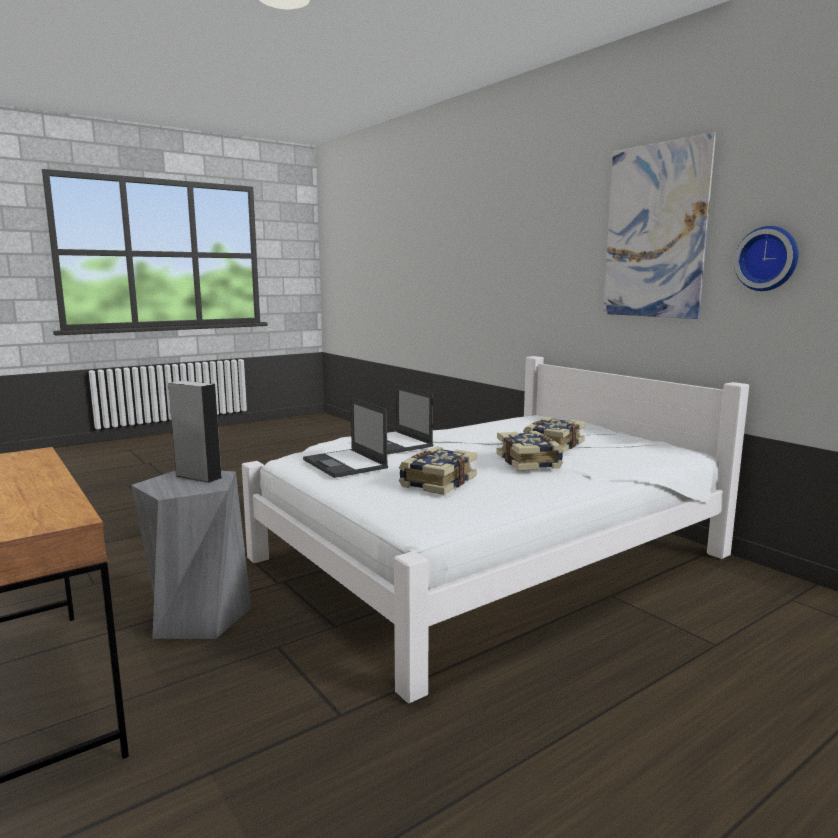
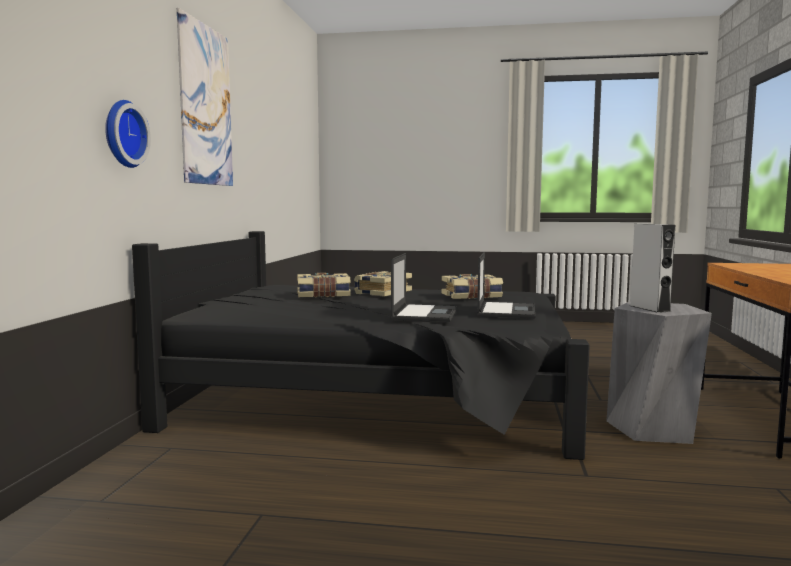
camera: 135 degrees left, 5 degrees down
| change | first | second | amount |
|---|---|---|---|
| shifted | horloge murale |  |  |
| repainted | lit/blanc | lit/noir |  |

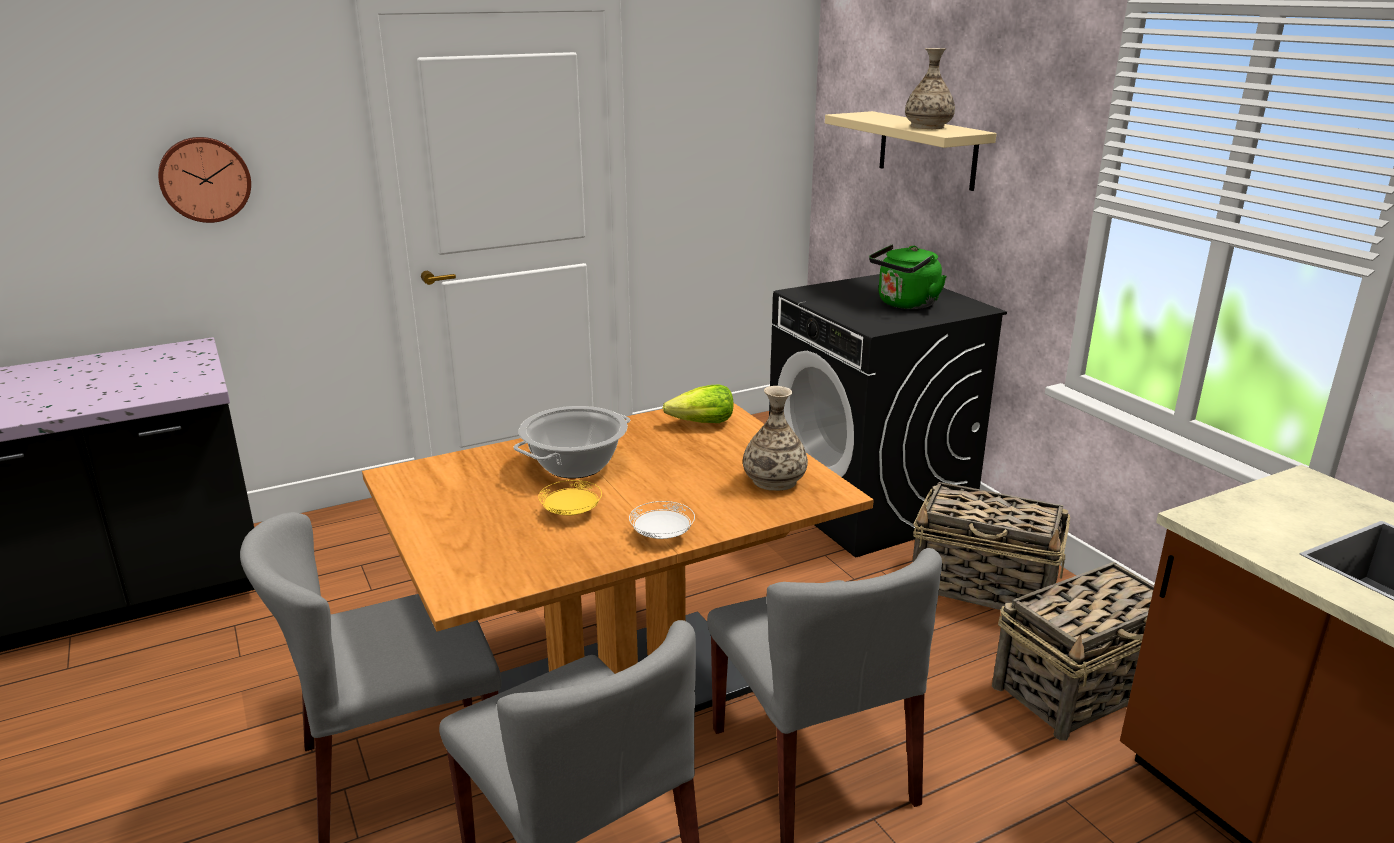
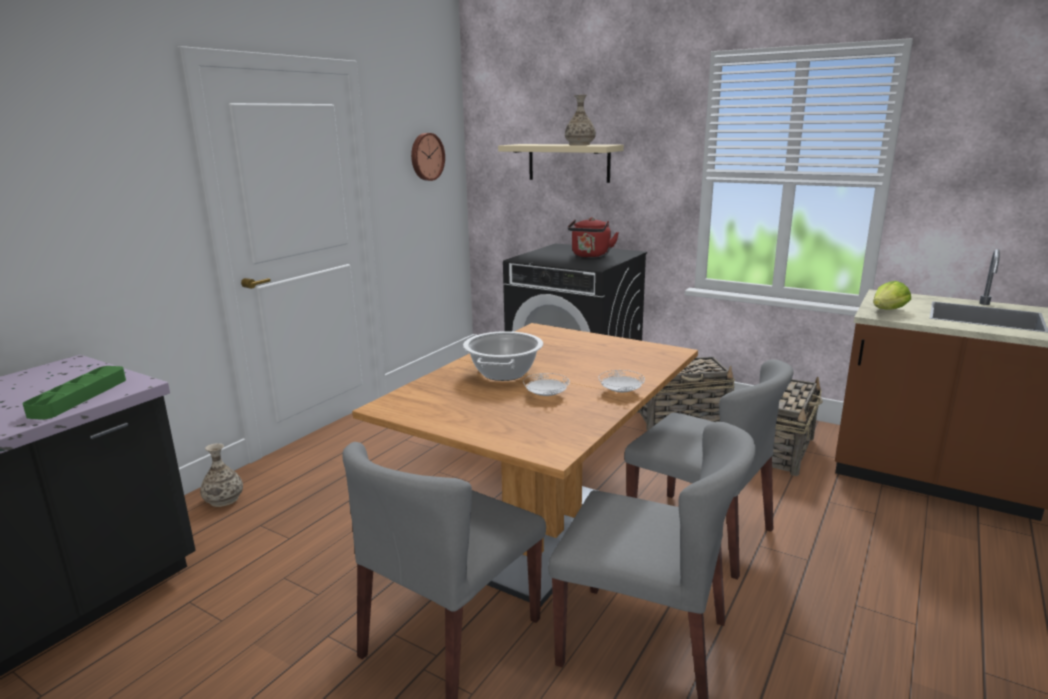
camera: 30 degrees left, 5 degrees down
| change | first | second | amount |
|---|---|---|---|
| new |  | plateau/vert |  |
| shifted | vase (no. 1 from left) |  |  |
| shifted | horloge murale |  |  |
| repainted | assiette/jaune | assiette/blanc (no. 1 from left) |  |
| repainted | bouilloire/vert | bouilloire/rouge |  |
| shifted | laitue |  |  |

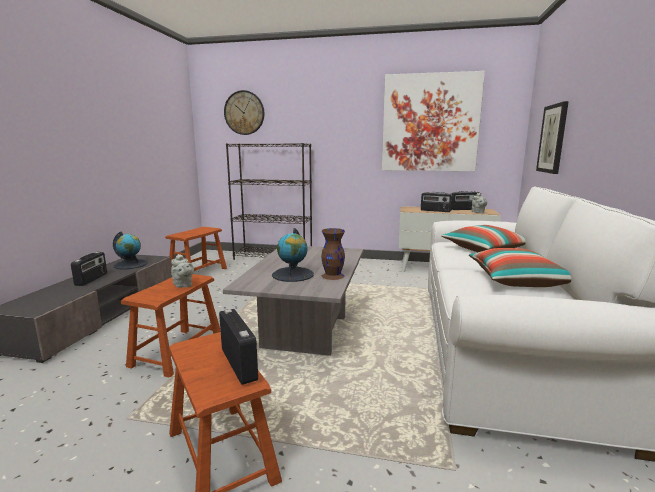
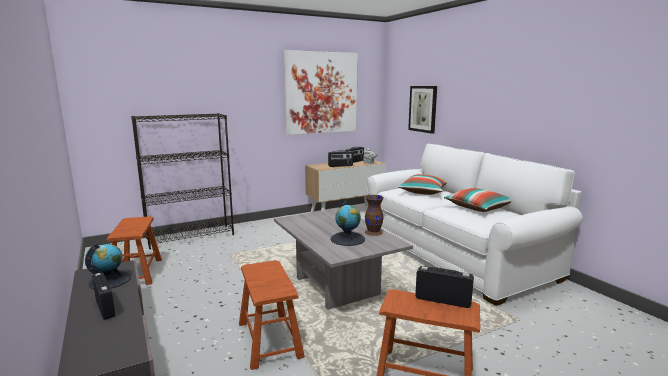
camera: 40 degrees left, 0 degrees up
| change | first | second | amount |
|---|---|---|---|
| gone | théière/gris (no. 1 from left) |  |  |
| gone | horloge murale |  |  |

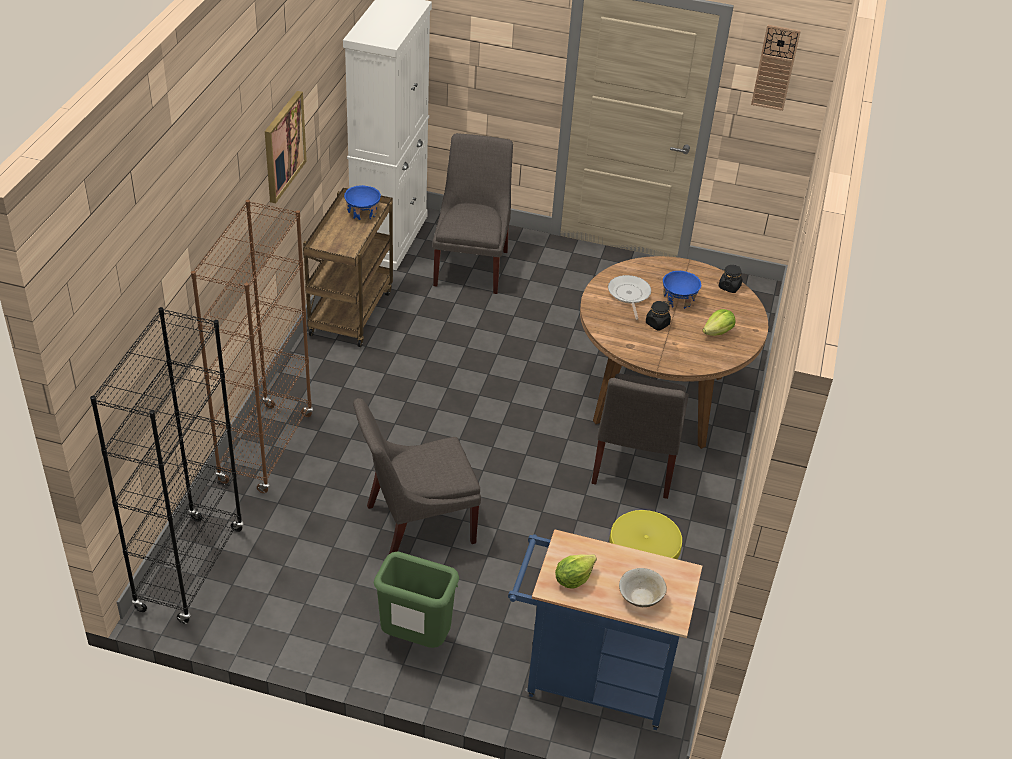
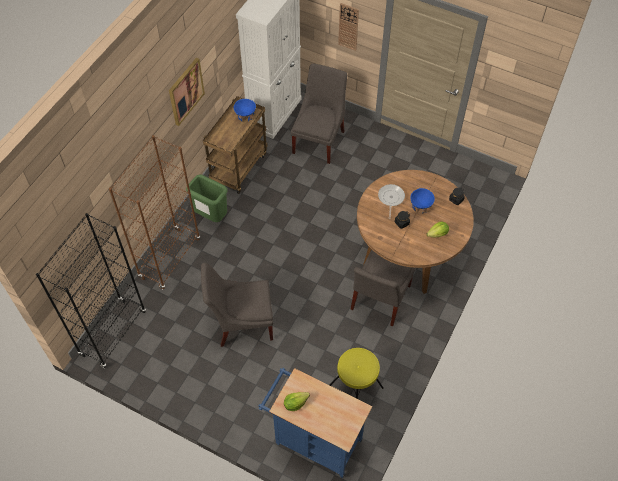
camera: 15 degrees right, 15 degrees up
| change | first | second | amount |
|---|---|---|---|
| shifted | poubelle/vert |  |  |
| shifted | horloge murale |  |  |
| gone | bol/beige |  |  |

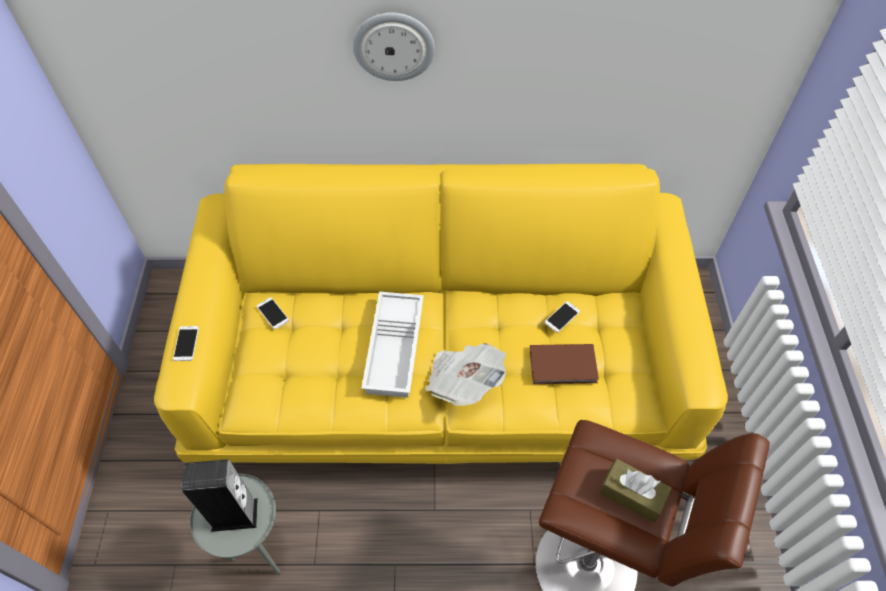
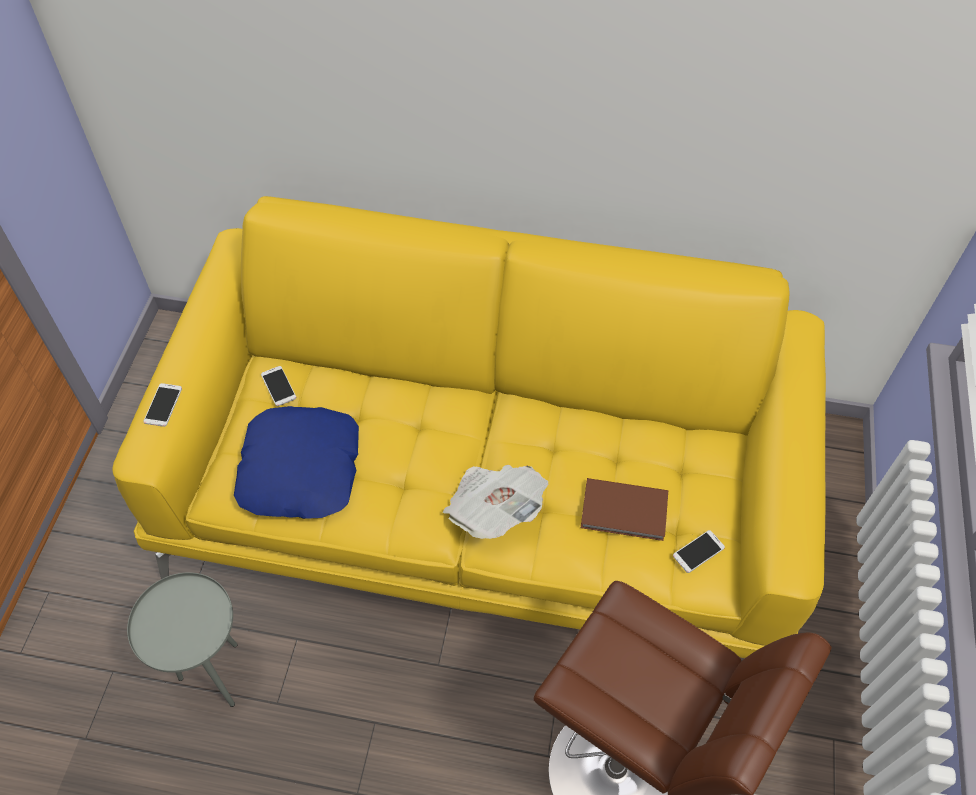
camera: 10 degrees right, 0 degrees up
| change | first | second | amount |
|---|---|---|---|
| new |  | coussin/bleu |  |
| shifted | téléphone (no. 3 from left) |  |  |
| gone | enceinte |  |  |
| gone | horloge murale |  |  |
| gone | plateau/blanc |  |  |
| gone | boîte à mouchoirs/marron |  |  |

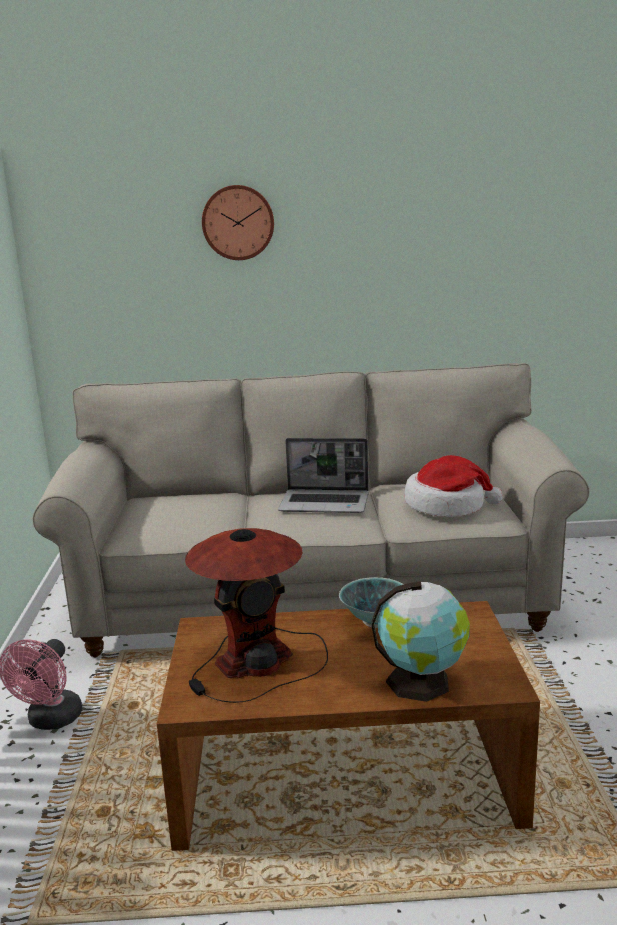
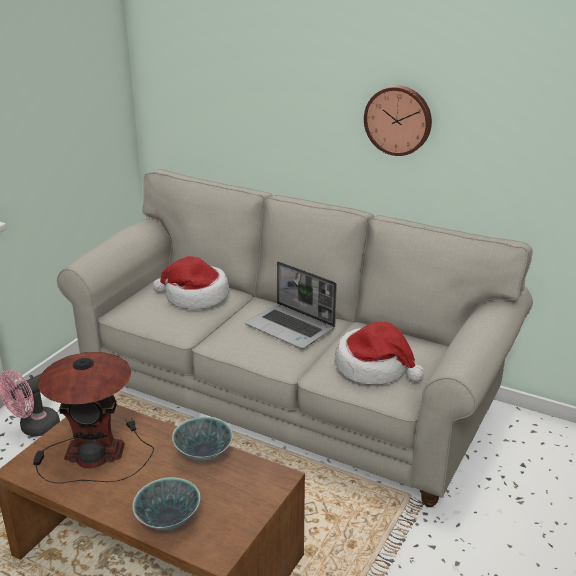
camera: 30 degrees right, 10 degrees up
| change | first | second | amount |
|---|---|---|---|
| swapped | globe | bol (no. 1 from left) |  |
| new |  | chapeau (no. 1 from left) |  |
| shifted | horloge murale |  |  |

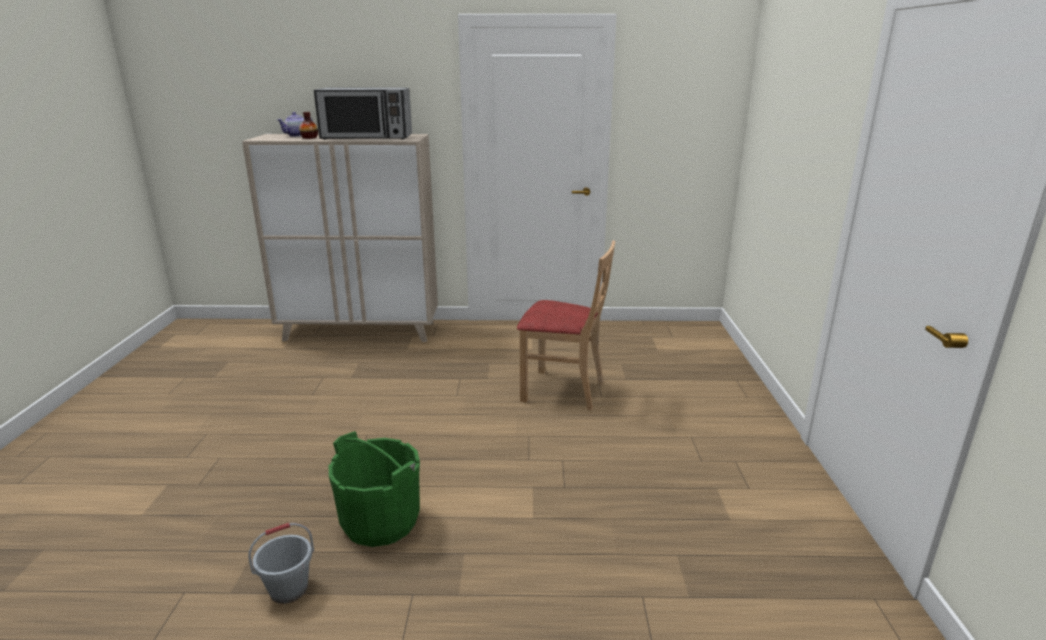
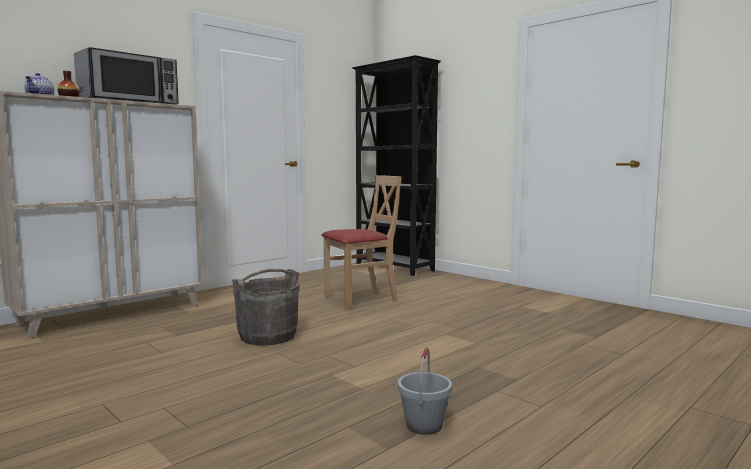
camera: 45 degrees left, 15 degrees down
| change | first | second | amount |
|---|---|---|---|
| new |  | seau/gris (no. 1 from left) |  |
| new |  | bibliothèque/noir |  |
| gone | seau/vert |  |  |

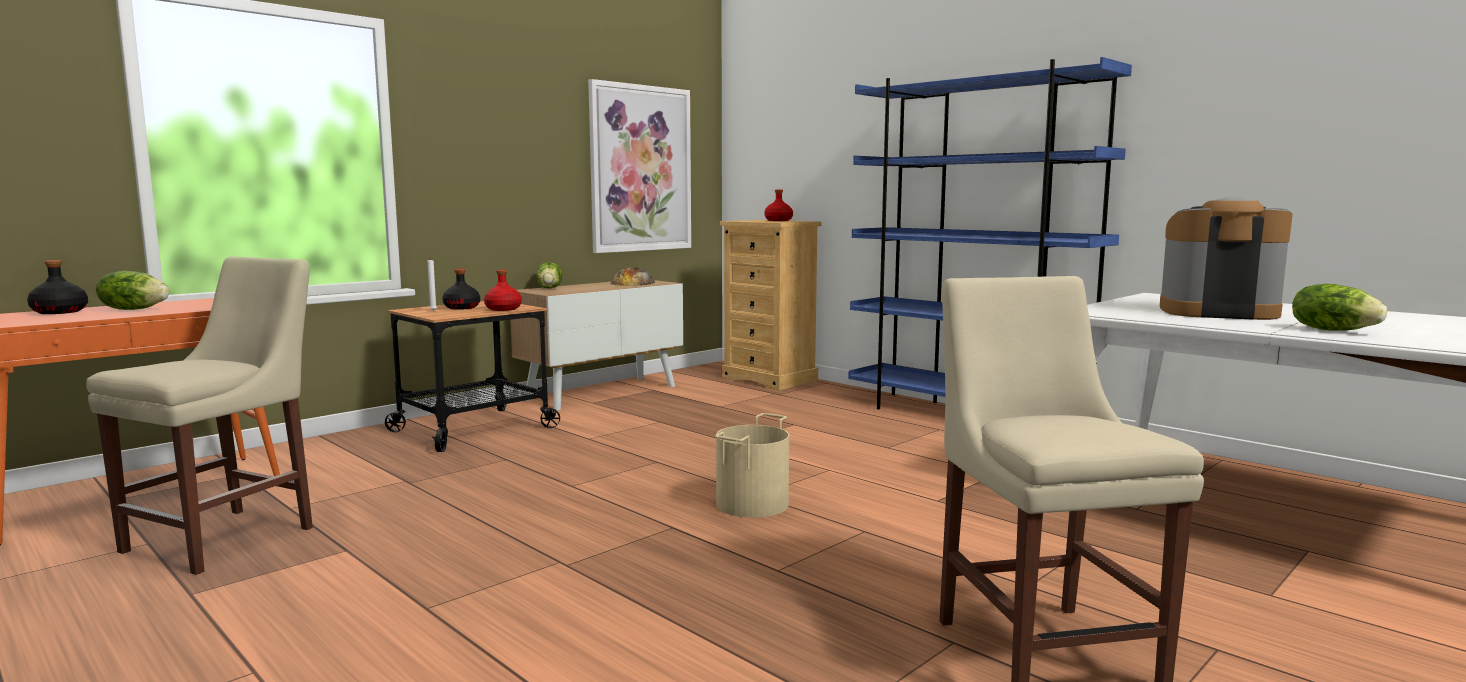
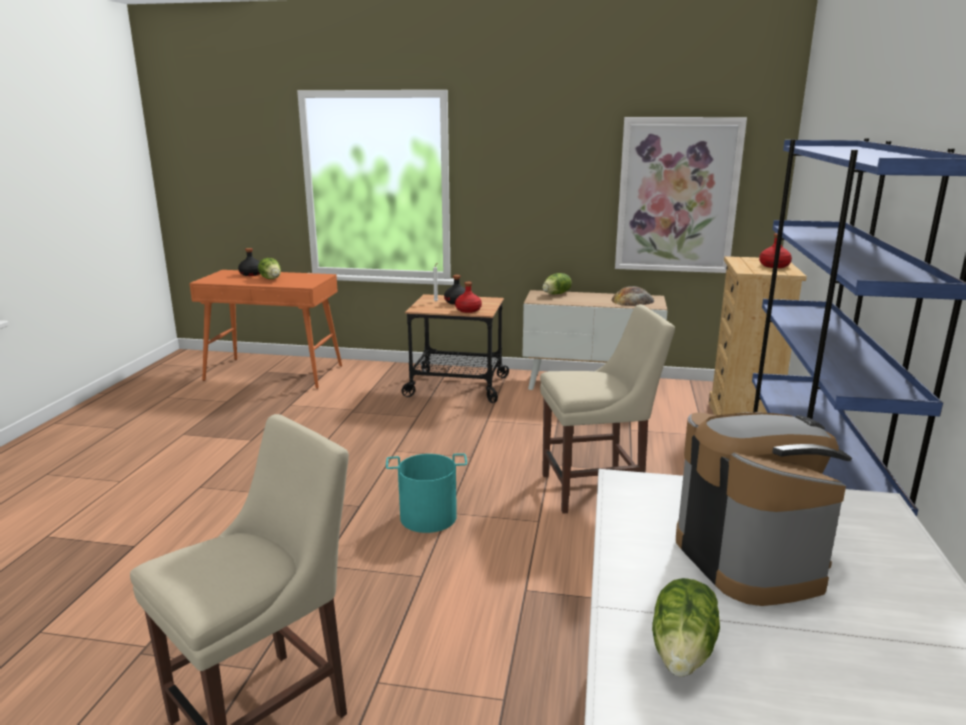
camera: 55 degrees right, 10 degrees up
| change | first | second | amount |
|---|---|---|---|
| repainted | seau/beige | seau/turquoise |  |
| shifted | chaise/beige (no. 1 from left in the first image) | chaise/beige (no. 2 from left) |  |

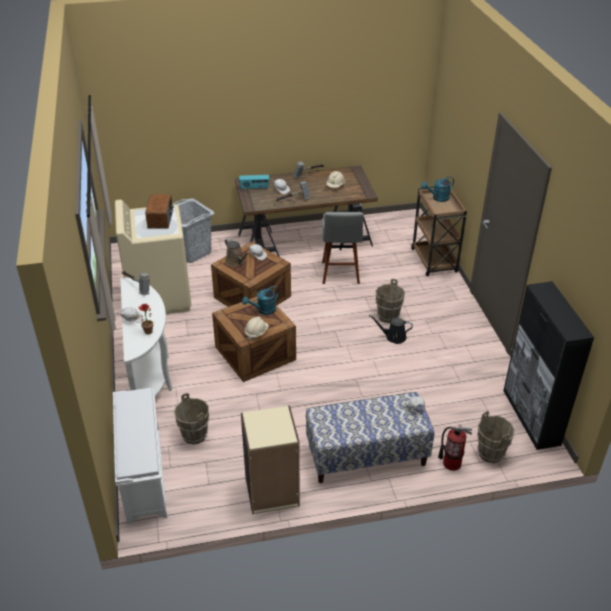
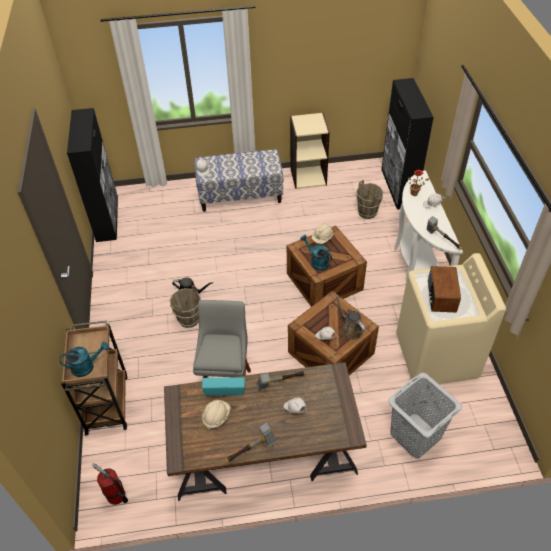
camera: 175 degrees left, 10 degrees up
| change | first | second | amount |
|---|---|---|---|
| shifted | extincteur |  |  |
| shifted | radio (no. 2 from left in the first image) | radio (no. 1 from left) |  |
| rotated | arrosoir/turquoise (no. 1 from left in the first image) | arrosoir/turquoise (no. 2 from left) | 105 degrees counterclockwise |
| swapped | étagère à chaussures/blanc | meuble de rangement/noir (no. 2 from left) |  |
| gone | seau/marron (no. 3 from left) |  |  |

